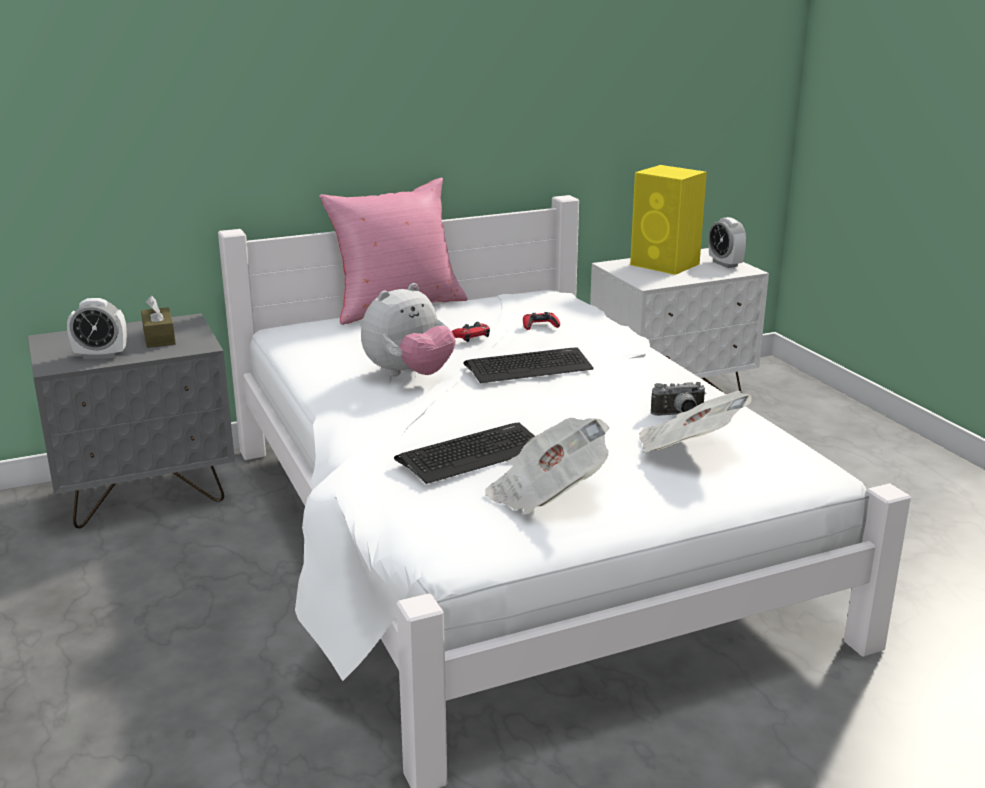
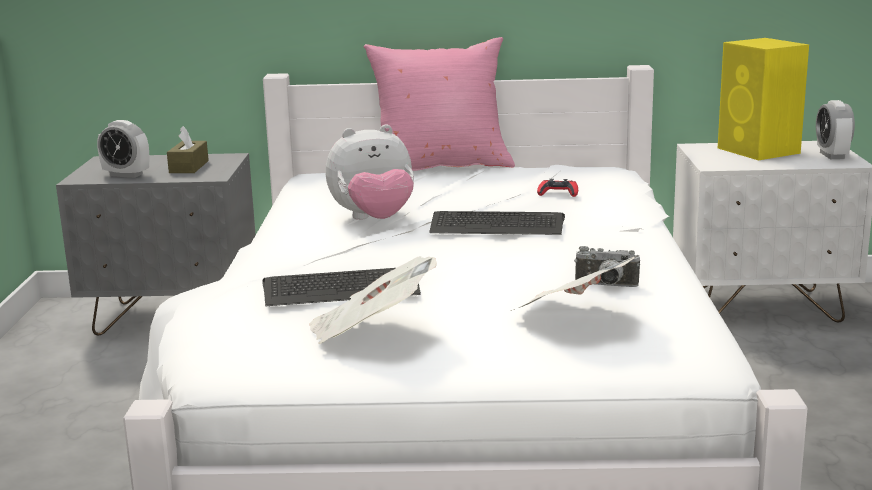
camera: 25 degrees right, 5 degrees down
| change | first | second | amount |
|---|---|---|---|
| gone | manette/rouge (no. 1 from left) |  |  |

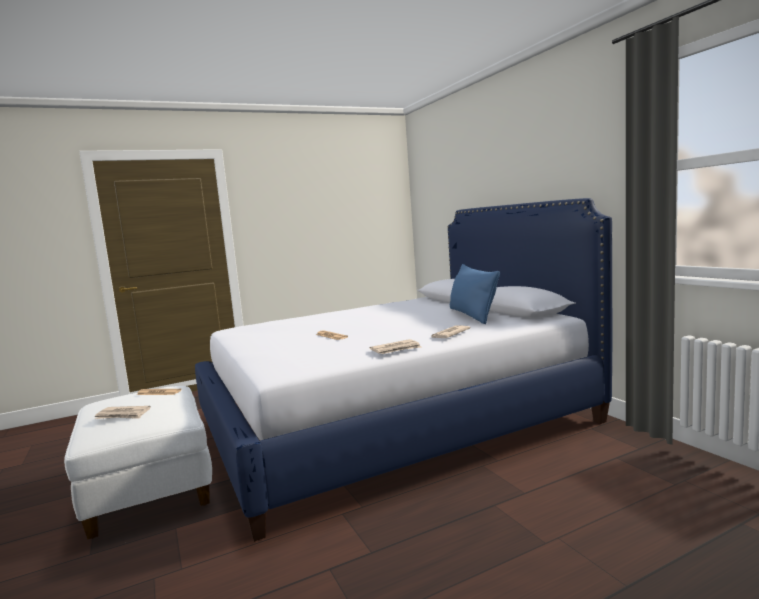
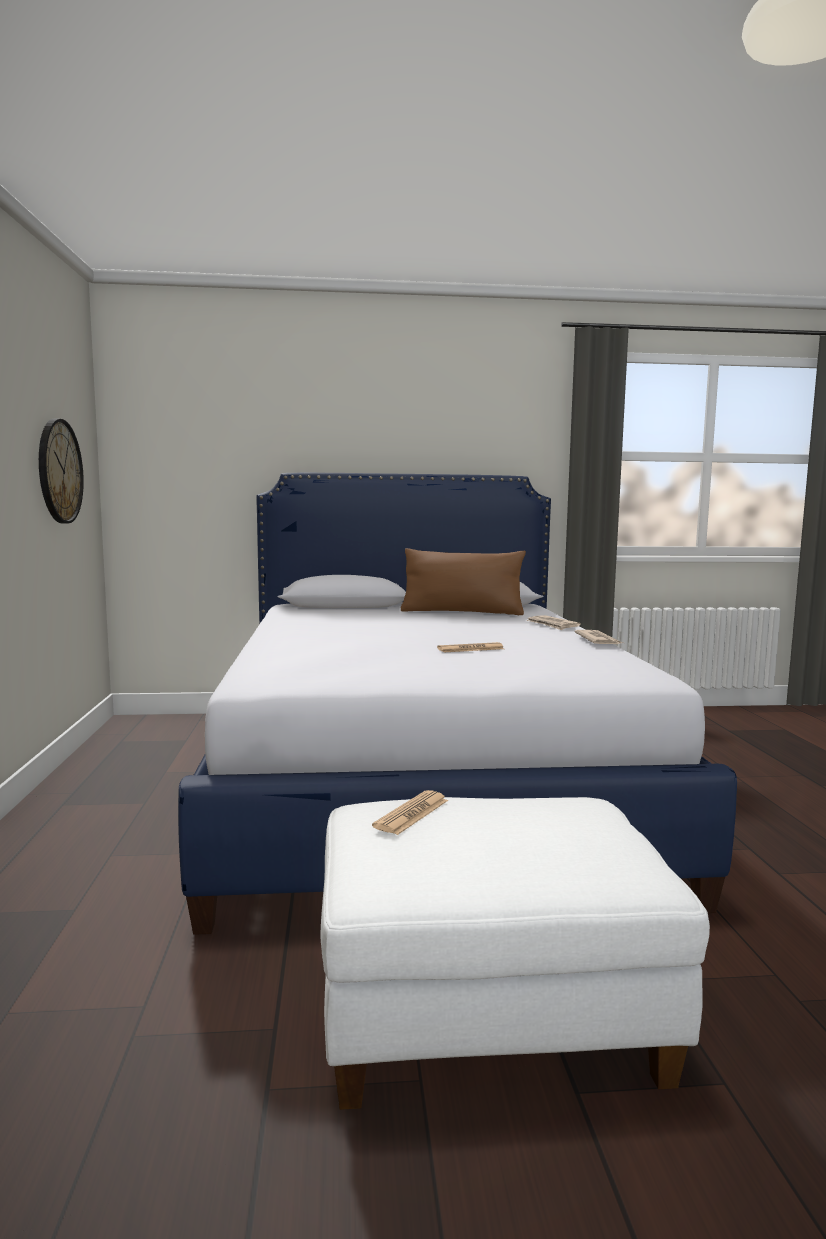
camera: 70 degrees left, 0 degrees up
| change | first | second | amount |
|---|---|---|---|
| new |  | horloge murale |  |
| repainted | coussin/bleu | coussin/marron |  |
| gone | journal (no. 1 from left) |  |  |

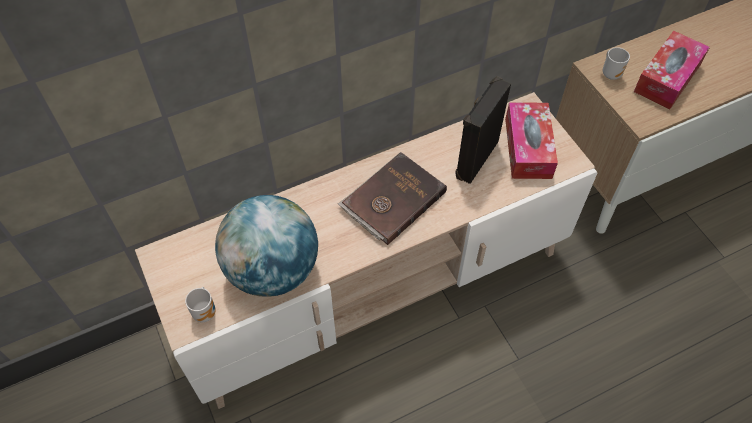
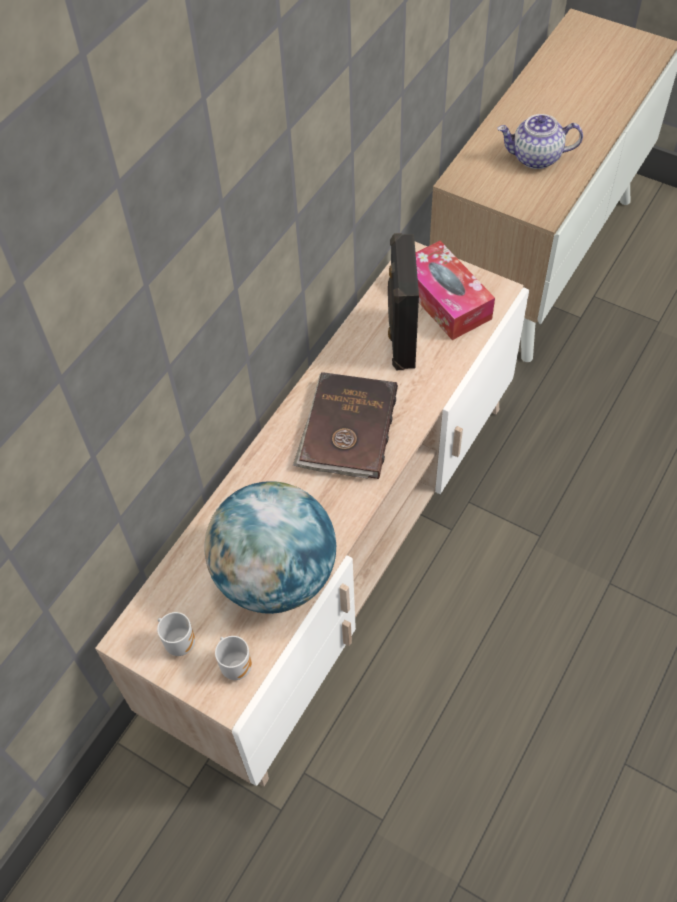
camera: 30 degrees left, 0 degrees up
| change | first | second | amount |
|---|---|---|---|
| shifted | mug (no. 2 from left in the first image) | mug (no. 1 from left) |  |
| swapped | boîte à mouchoirs (no. 2 from left) | théière |  |

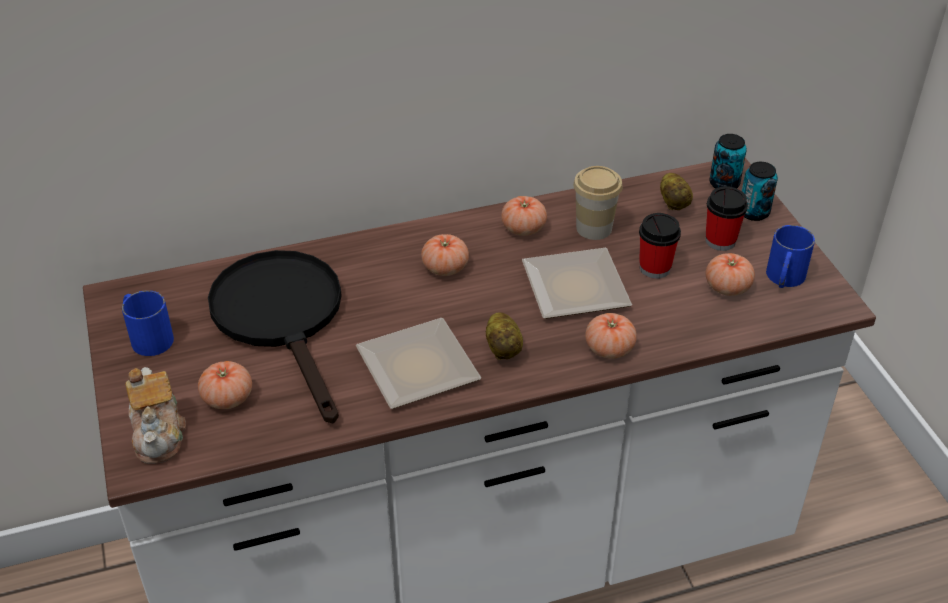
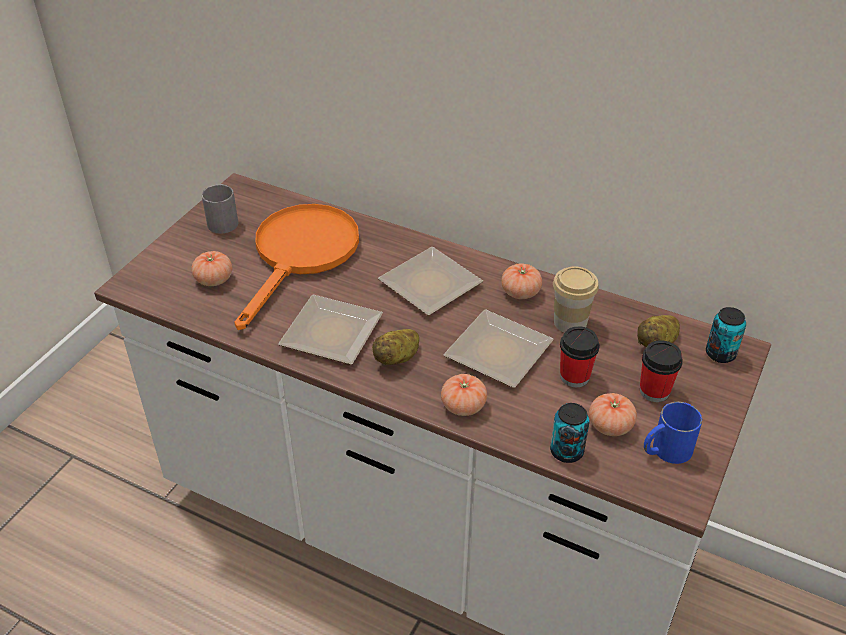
camera: 45 degrees right, 0 degrees up
| change | first | second | amount |
|---|---|---|---|
| repainted | mug/bleu (no. 1 from left) | mug/gris |  |
| repainted | poêle/noir | poêle/orange |  |
| swapped | tomate (no. 2 from left) | assiette (no. 2 from left) |  |
| shifted | boîte métallique (no. 2 from left in the first image) | boîte métallique (no. 1 from left) |  |
| gone | théière |  |  |

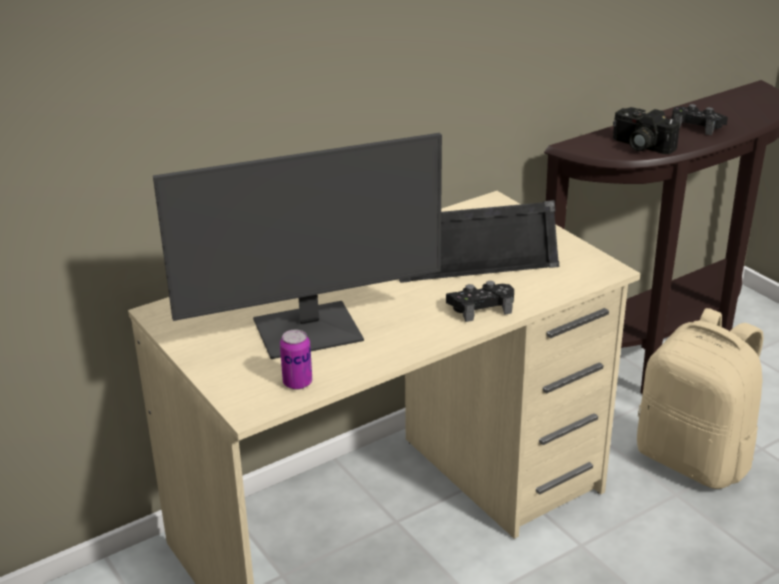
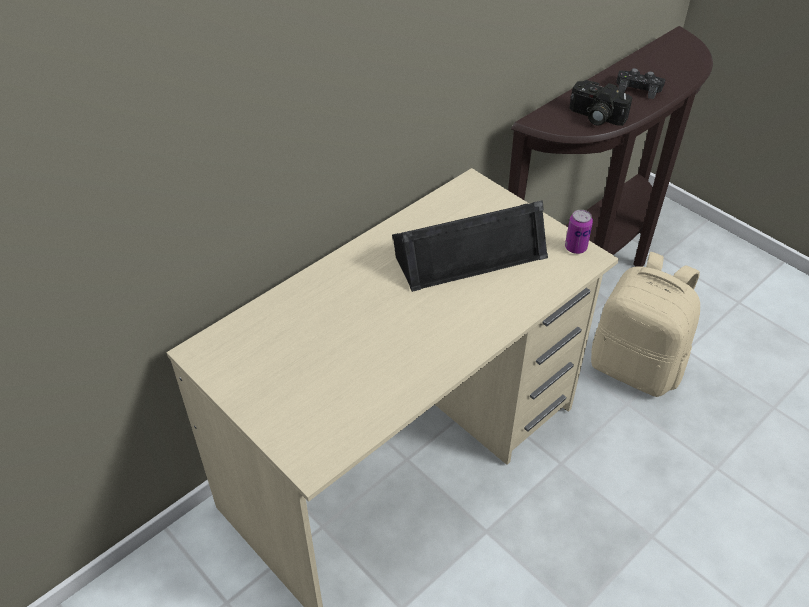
camera: 10 degrees left, 15 degrees up
| change | first | second | amount |
|---|---|---|---|
| shifted | boîte métallique |  |  |
| gone | écran d'ordinateur |  |  |
| gone | manette/noir (no. 1 from left) |  |  |

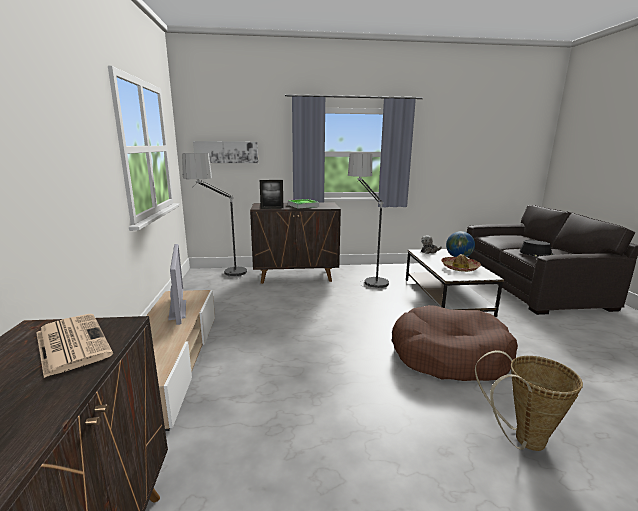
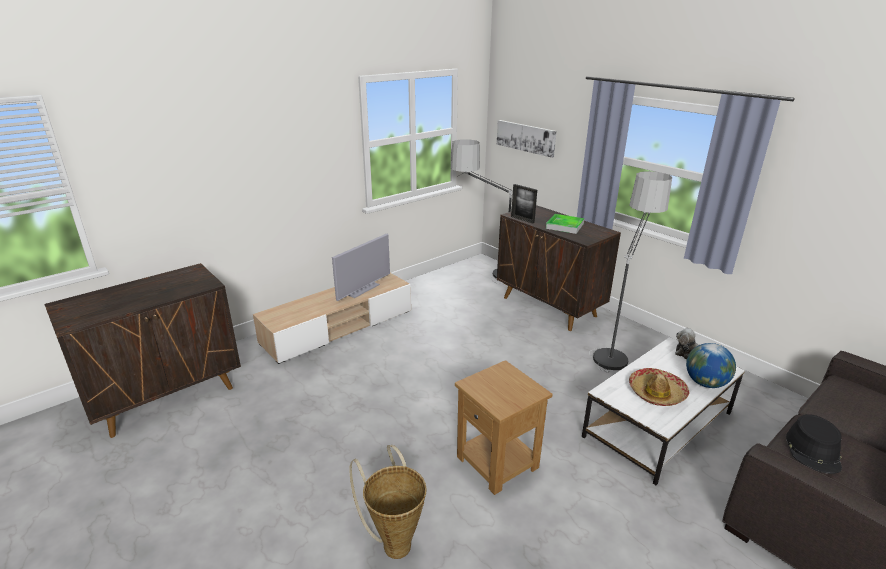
camera: 55 degrees right, 10 degrees up
| change | first | second | amount |
|---|---|---|---|
| swapped | panier pour chien/marron | table d'appoint/marron |  |
| gone | journal |  |  |

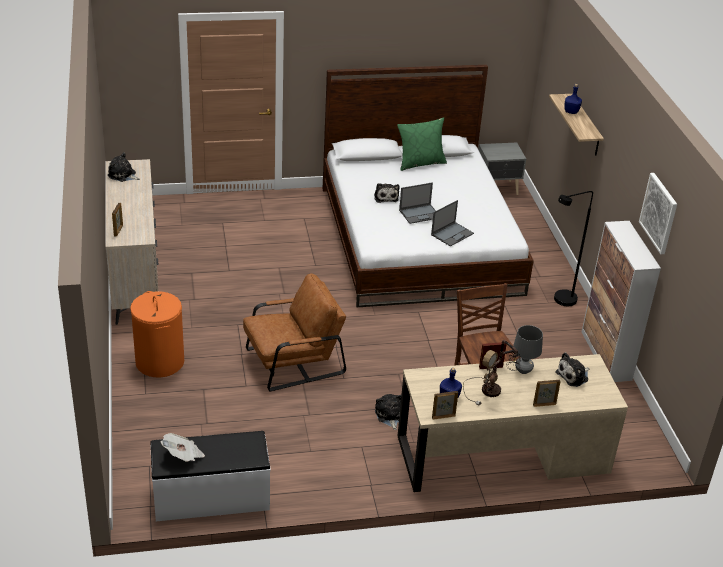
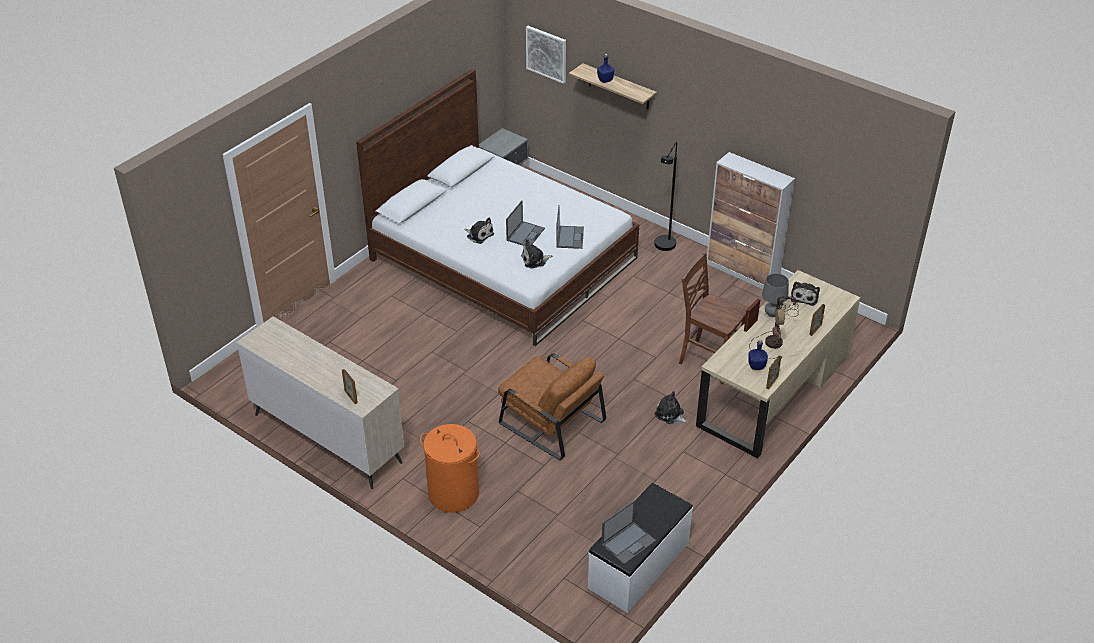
camera: 40 degrees left, 5 degrees up
| change | first | second | amount |
|---|---|---|---|
| rotated | fauteuil/marron |  | 105 degrees clockwise |
| shifted | peluche (no. 1 from left in the first image) | peluche (no. 2 from left) |  |
| shifted | tableau |  |  |
| swapped | journal | ordinateur portable (no. 3 from left) |  |
| gone | coussin/vert |  |  |

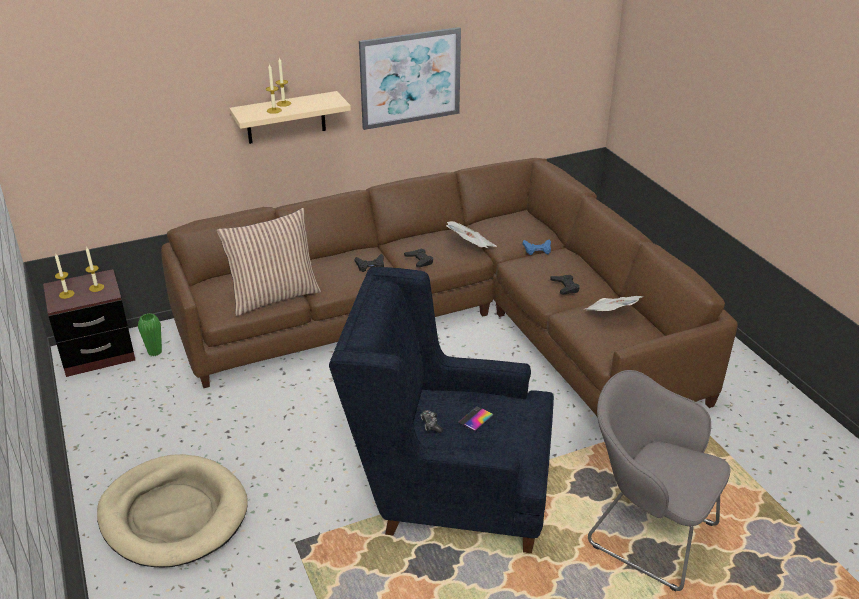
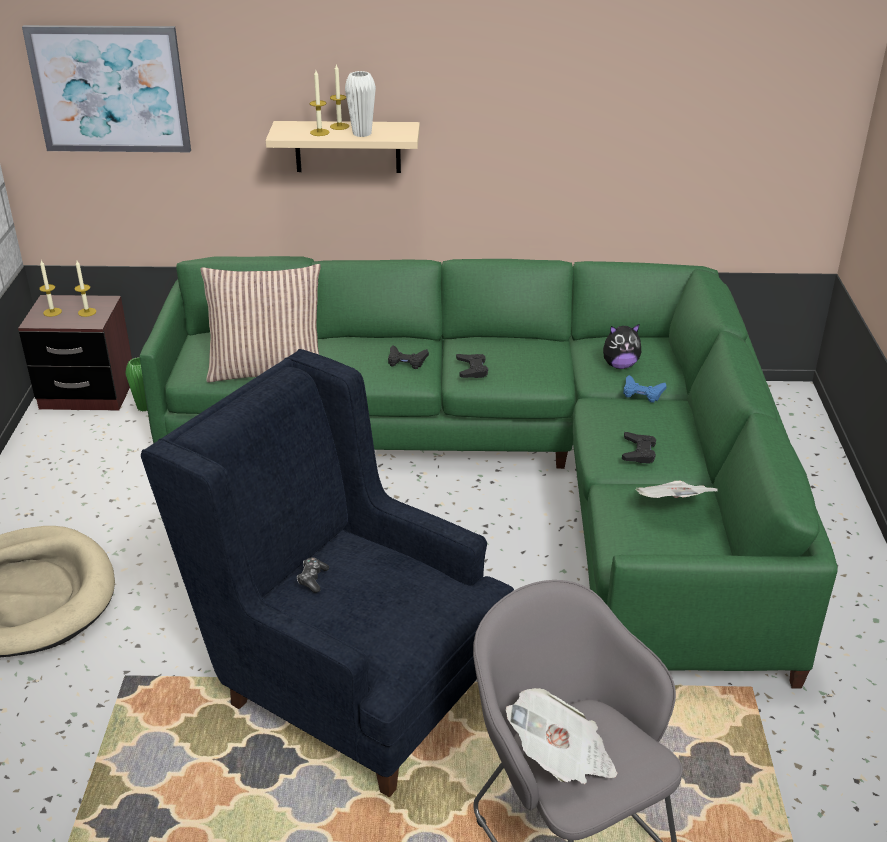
camera: 25 degrees right, 0 degrees up
| change | first | second | amount |
|---|---|---|---|
| shifted | tableau |  |  |
| repainted | canapé/marron | canapé/vert |  |
| new |  | vase/blanc |  |
| shifted | journal (no. 1 from left) |  |  |
| new |  | peluche |  |
| gone | téléphone |  |  |

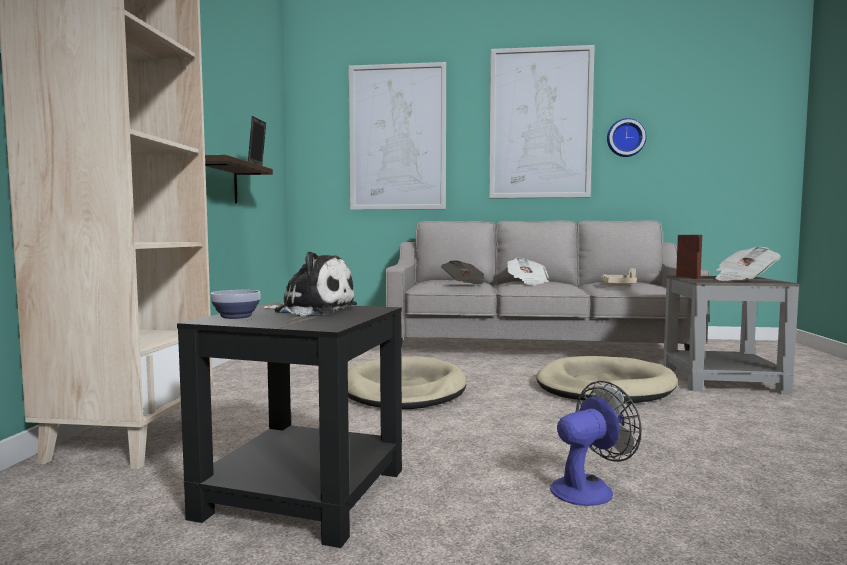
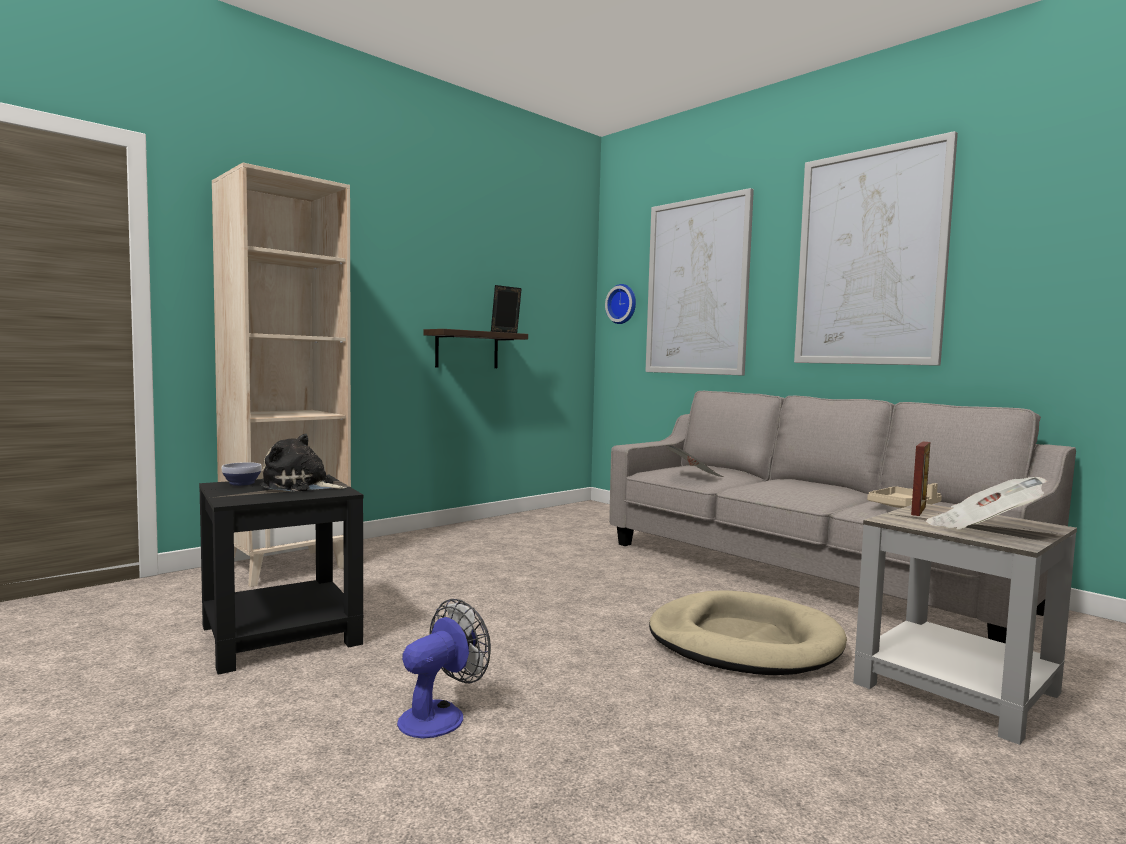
camera: 40 degrees right, 0 degrees up
| change | first | second | amount |
|---|---|---|---|
| rotated | peluche |  | 135 degrees clockwise |
| rotated | ventilateur |  | 60 degrees counterclockwise |
| shifted | horloge murale |  |  |
| gone | panier pour chien/beige (no. 1 from left) |  |  |
| gone | journal (no. 2 from left) |  |  |

